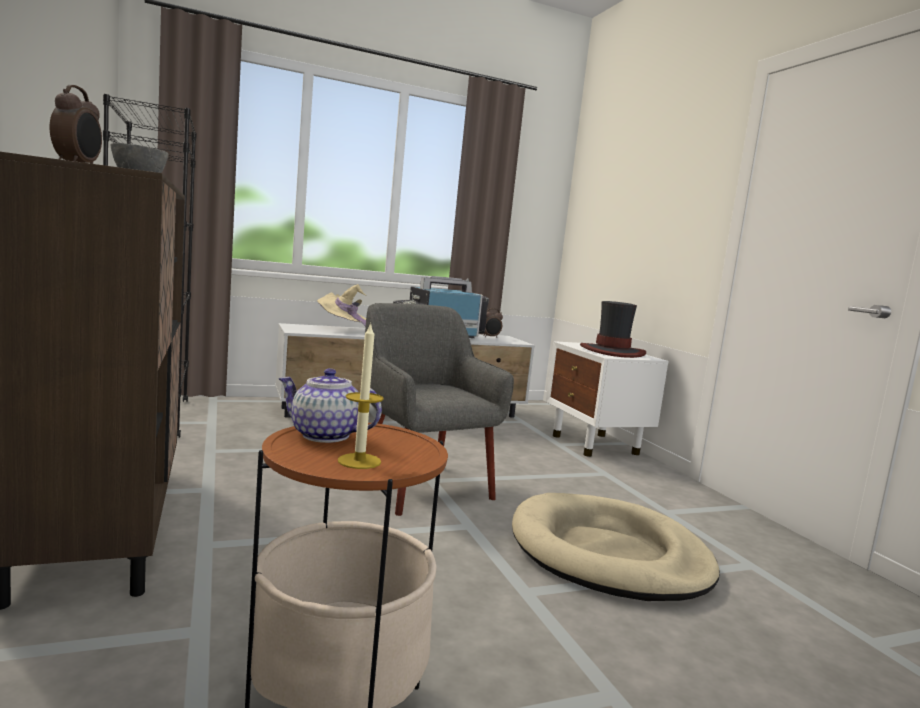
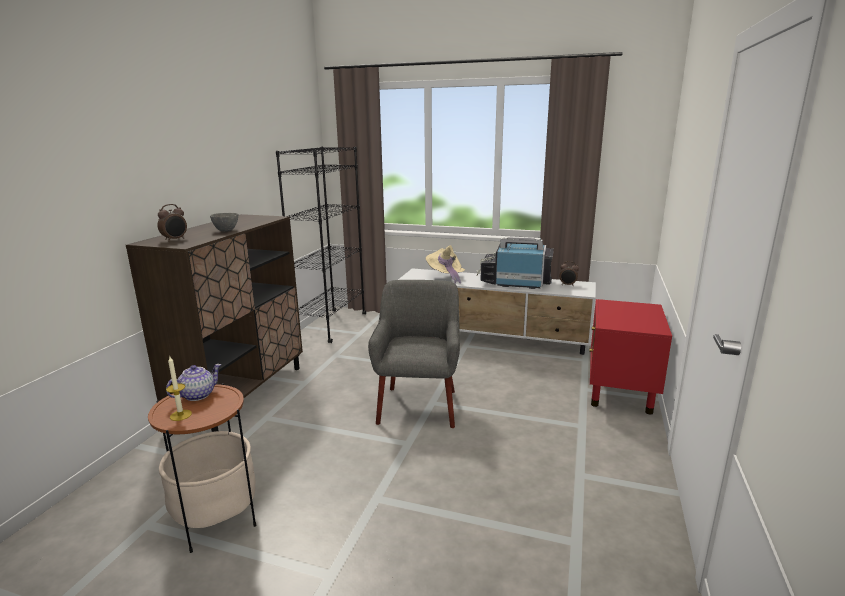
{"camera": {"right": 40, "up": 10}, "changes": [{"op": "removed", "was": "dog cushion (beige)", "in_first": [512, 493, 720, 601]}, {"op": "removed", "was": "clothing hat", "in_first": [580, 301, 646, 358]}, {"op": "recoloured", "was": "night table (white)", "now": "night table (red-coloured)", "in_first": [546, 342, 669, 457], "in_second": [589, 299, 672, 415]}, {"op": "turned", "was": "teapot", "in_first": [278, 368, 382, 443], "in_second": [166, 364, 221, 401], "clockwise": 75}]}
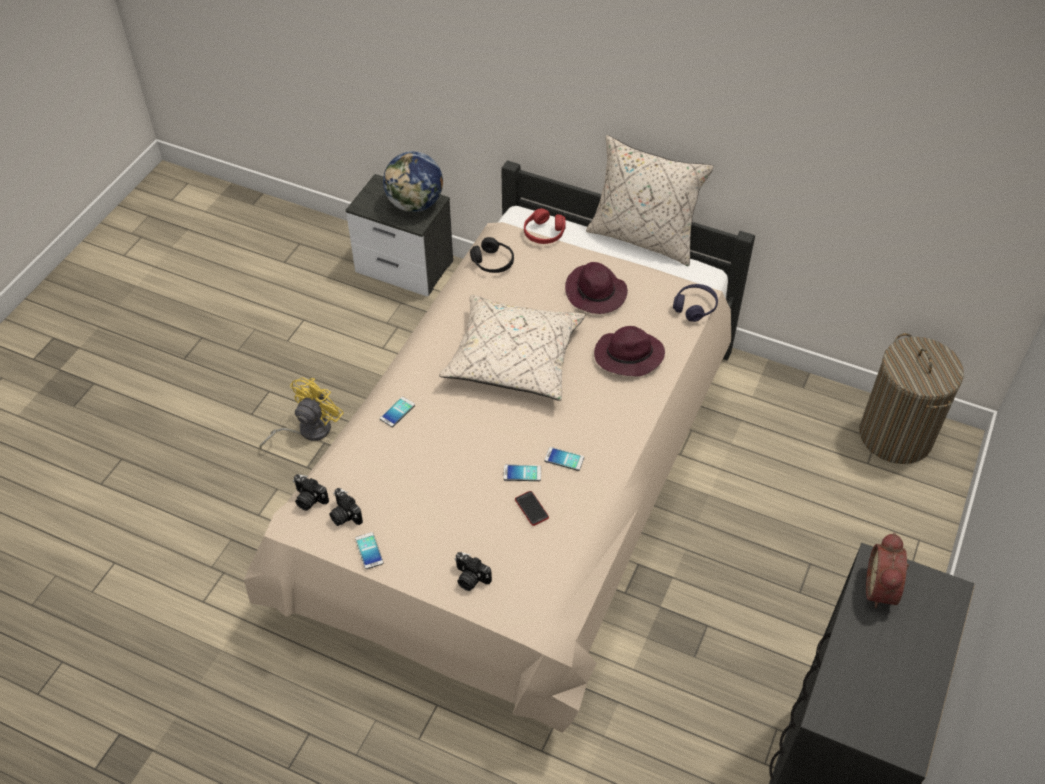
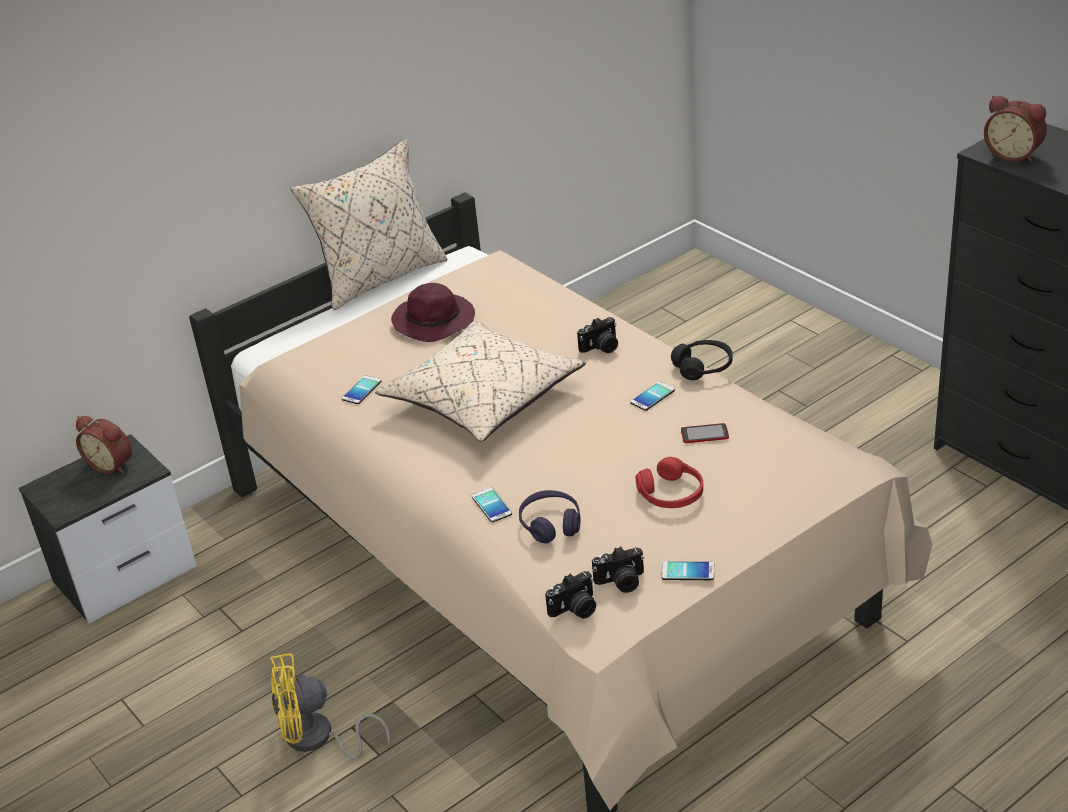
{"camera": {"right": -60, "up": -15}, "changes": [{"op": "removed", "was": "clothing hat (purple-coloured)", "in_first": [594, 326, 665, 376]}, {"op": "removed", "was": "washing basket", "in_first": [859, 333, 964, 464]}, {"op": "moved", "was": "photo camera", "in_first": [455, 552, 492, 591], "in_second": [577, 317, 618, 353]}, {"op": "moved", "was": "headphones (blackish)", "in_first": [470, 237, 514, 273], "in_second": [671, 340, 733, 380]}, {"op": "moved", "was": "telephone", "in_first": [503, 465, 541, 481], "in_second": [342, 375, 381, 404]}, {"op": "moved", "was": "headphones (red-coloured)", "in_first": [524, 208, 566, 244], "in_second": [636, 457, 703, 508]}, {"op": "moved", "was": "headphones (purple-coloured)", "in_first": [673, 284, 718, 322], "in_second": [519, 490, 581, 544]}, {"op": "replaced", "was": "desk globe", "now": "bedside clock", "in_first": [383, 151, 443, 212], "in_second": [76, 416, 132, 474]}, {"op": "turned", "was": "cooling fan (yellow-coloured)", "in_first": [259, 377, 343, 449], "in_second": [270, 653, 390, 760], "clockwise": -75}]}
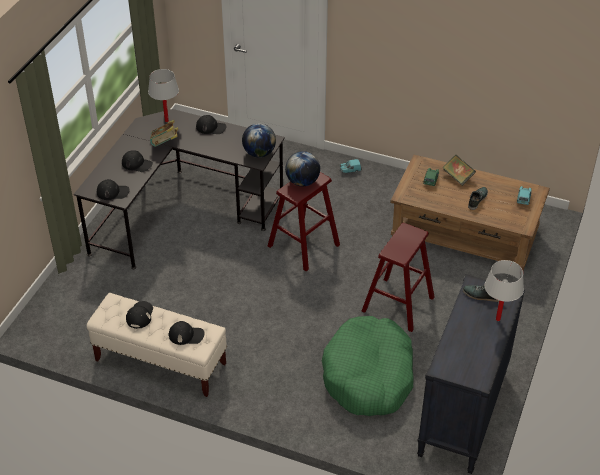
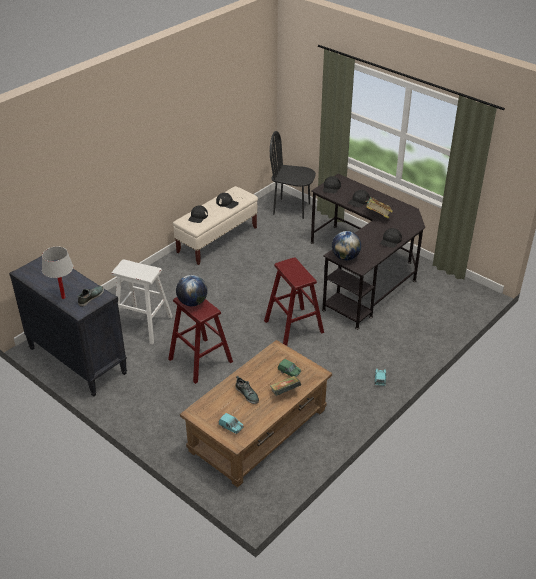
{"camera": {"right": 110, "up": -5}, "changes": [{"op": "removed", "was": "tabletop lamp (white)", "in_first": [148, 69, 179, 122]}, {"op": "added", "now": "upright chair (blackish)", "in_second": [270, 131, 316, 219]}, {"op": "moved", "was": "desk globe", "in_first": [285, 151, 320, 186], "in_second": [176, 275, 208, 306]}, {"op": "replaced", "was": "dog cushion (green)", "now": "stool (white)", "in_first": [322, 316, 413, 416], "in_second": [111, 259, 173, 345]}]}
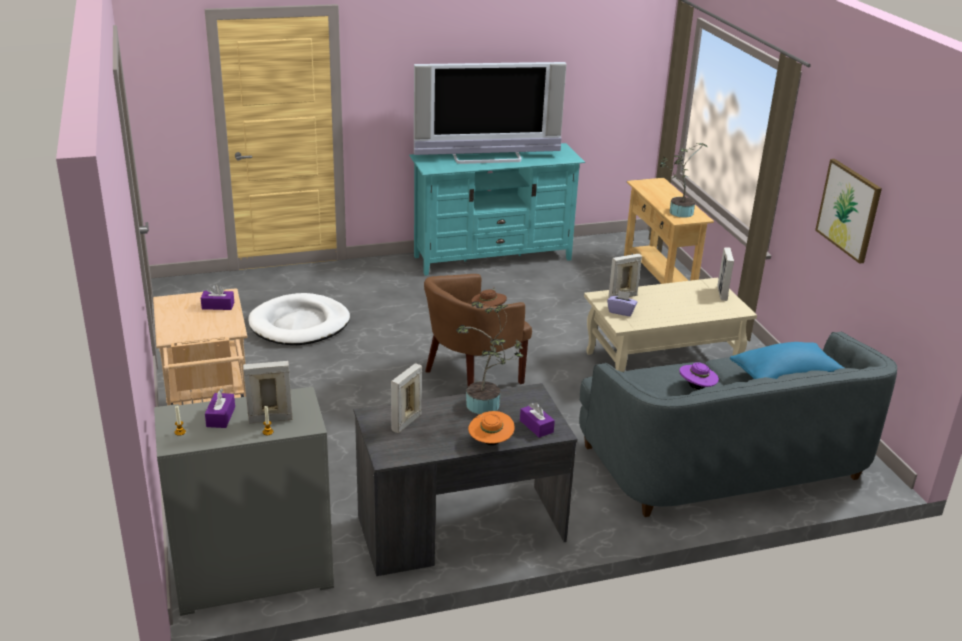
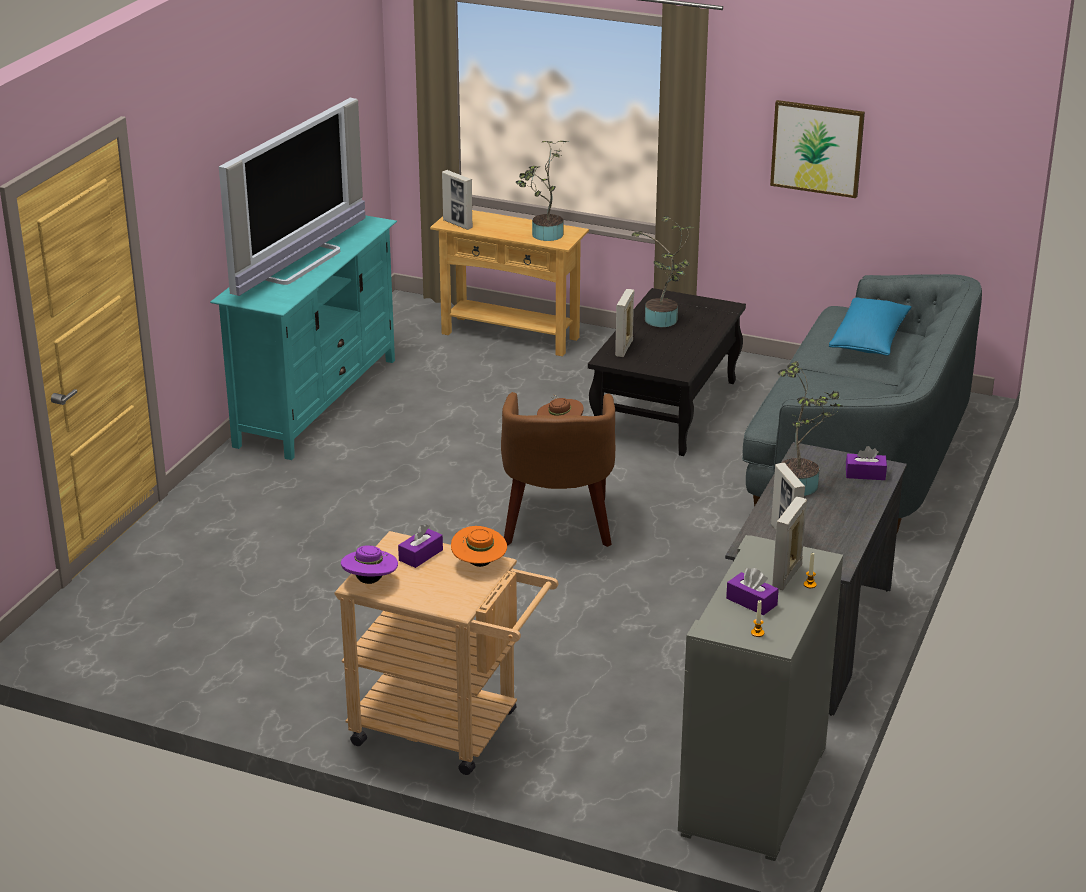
{"camera": {"right": -50, "up": 0}, "changes": [{"op": "removed", "was": "dog cushion (white)", "in_first": [248, 293, 350, 345]}, {"op": "removed", "was": "tissue box (purple-coloured)", "in_first": [607, 291, 637, 316]}, {"op": "added", "now": "plant in a pot", "in_second": [632, 216, 693, 327]}, {"op": "moved", "was": "clothing hat (orangey)", "in_first": [468, 411, 515, 445], "in_second": [451, 526, 507, 567]}, {"op": "moved", "was": "clothing hat (purple-coloured)", "in_first": [679, 362, 719, 390], "in_second": [341, 545, 398, 584]}, {"op": "moved", "was": "picture frame", "in_first": [717, 247, 734, 301], "in_second": [442, 170, 473, 230]}, {"op": "recoloured", "was": "coffee table (beige)", "now": "coffee table (blackish)", "in_first": [584, 278, 757, 372], "in_second": [588, 288, 746, 456]}]}
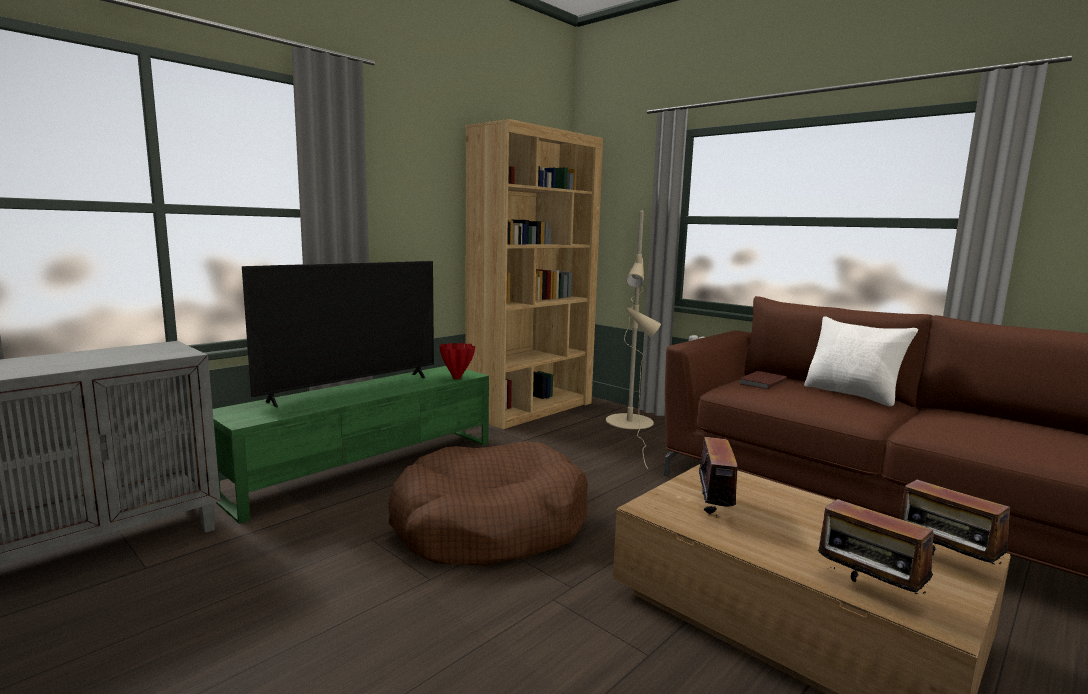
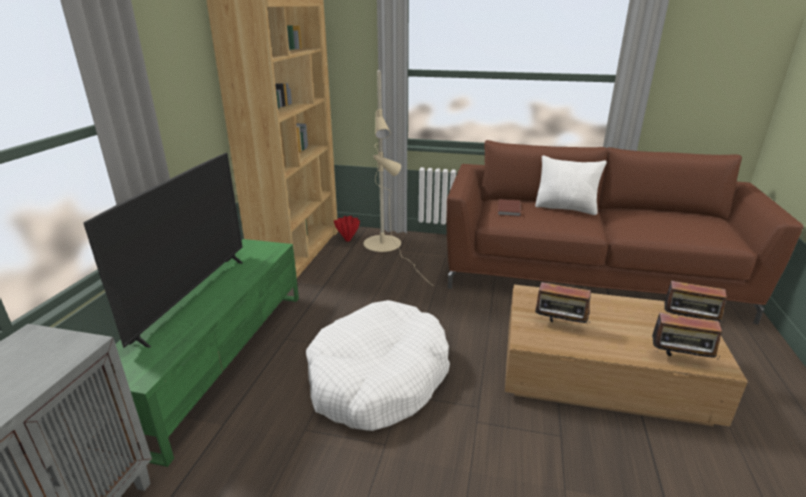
{"camera": {"right": -30, "up": 15}, "changes": [{"op": "moved", "was": "decorative vase (red-coloured)", "in_first": [440, 343, 475, 379], "in_second": [334, 216, 360, 242]}, {"op": "recoloured", "was": "dog cushion (brownish)", "now": "dog cushion (white)", "in_first": [388, 441, 588, 566], "in_second": [306, 300, 450, 431]}, {"op": "turned", "was": "radio receiver", "in_first": [691, 437, 737, 518], "in_second": [535, 282, 591, 323], "clockwise": 135}]}
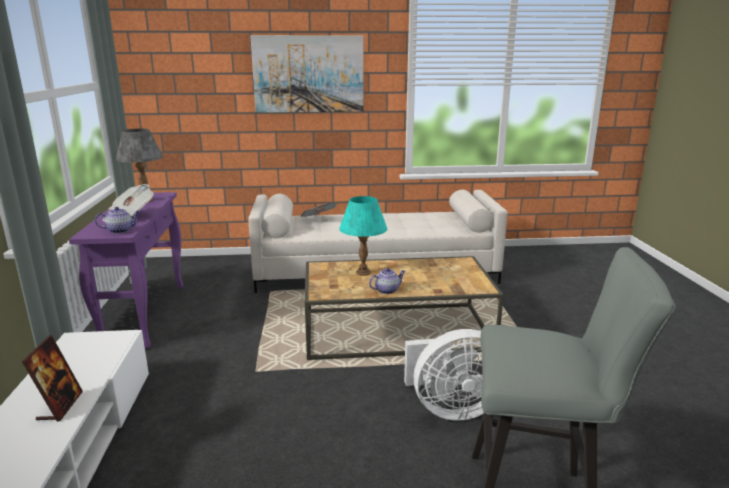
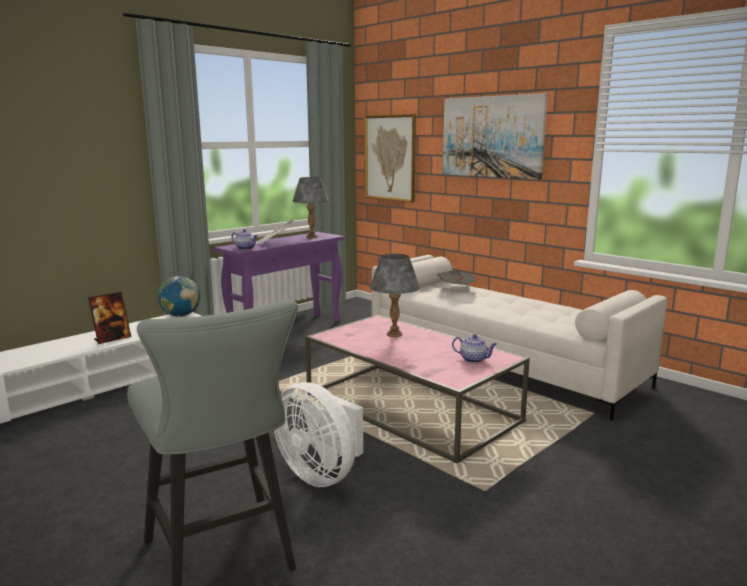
{"camera": {"right": 50, "up": -5}, "changes": [{"op": "added", "now": "desk globe", "in_second": [158, 276, 200, 317]}, {"op": "added", "now": "picture", "in_second": [364, 114, 416, 203]}, {"op": "moved", "was": "teapot", "in_first": [369, 268, 405, 294], "in_second": [452, 334, 497, 363]}, {"op": "recoloured", "was": "coffee table (brownish)", "now": "coffee table (pink)", "in_first": [305, 256, 504, 360], "in_second": [305, 315, 530, 464]}, {"op": "recoloured", "was": "tabletop lamp (turquoise-coloured)", "now": "tabletop lamp (gray)", "in_first": [339, 196, 387, 276], "in_second": [370, 254, 420, 337]}]}
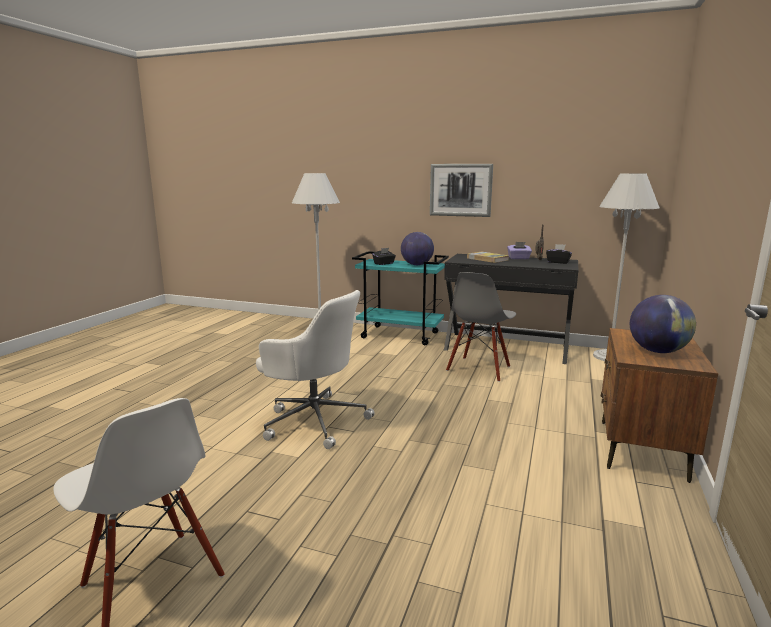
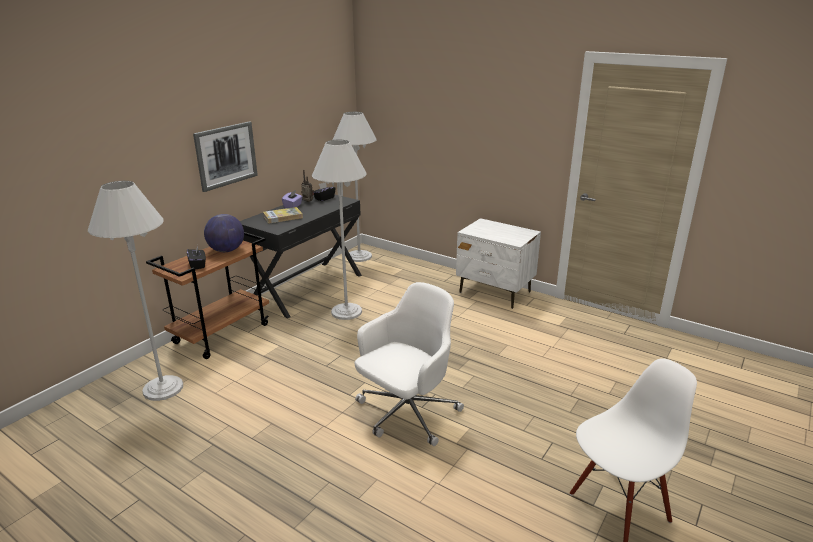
{"camera": {"right": -75, "up": 10}, "changes": [{"op": "removed", "was": "desk globe", "in_first": [630, 295, 696, 353]}, {"op": "replaced", "was": "upright chair (gray)", "now": "standing lamp (white)", "in_first": [446, 272, 516, 382], "in_second": [312, 140, 367, 320]}, {"op": "recoloured", "was": "wheeled cart (turquoise-coloured)", "now": "wheeled cart (brownish)", "in_first": [352, 251, 449, 345], "in_second": [146, 232, 269, 359]}, {"op": "recoloured", "was": "night table (brownish)", "now": "night table (white)", "in_first": [601, 328, 718, 483], "in_second": [456, 218, 541, 309]}]}
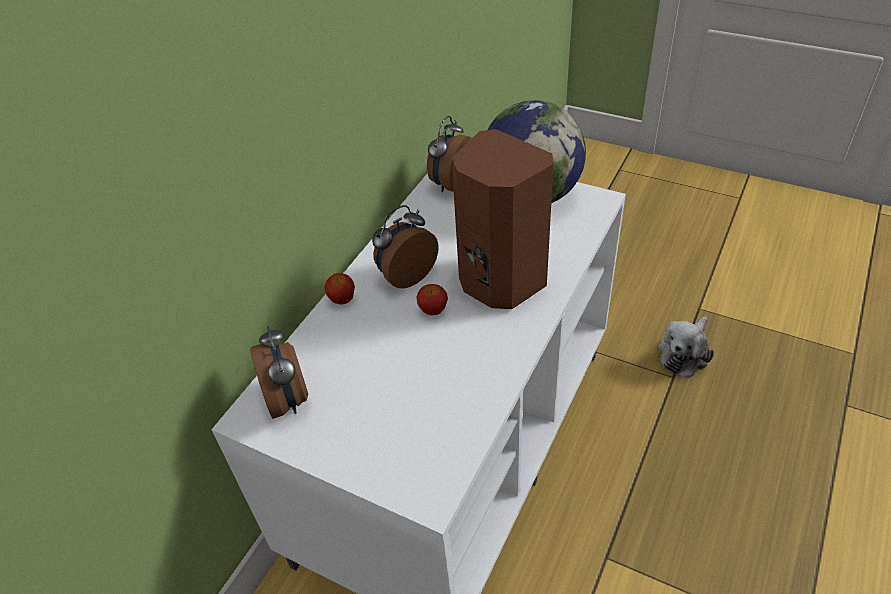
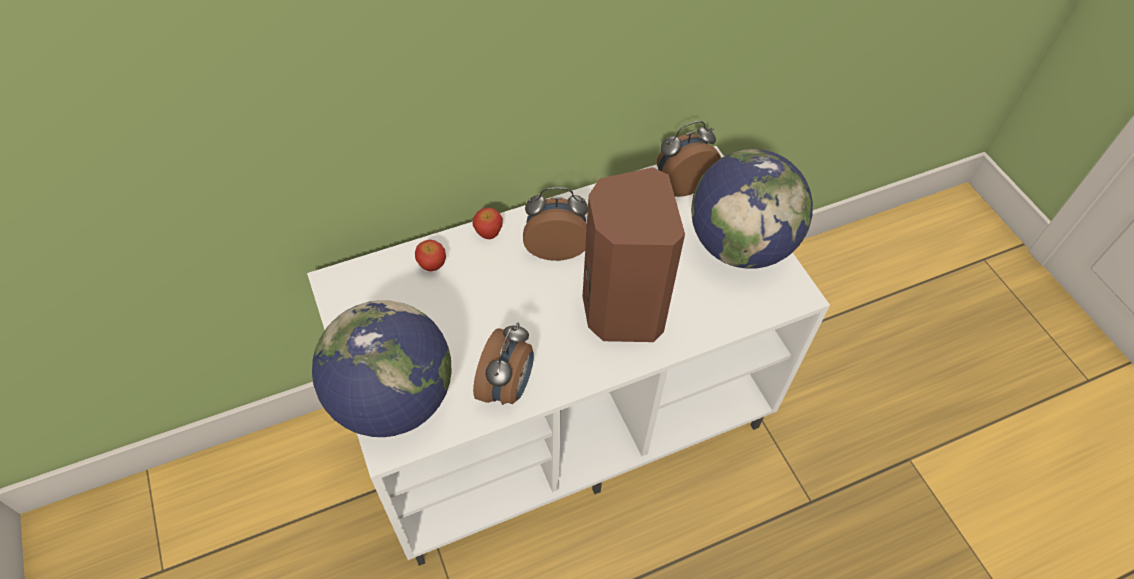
{"camera": {"right": 35, "up": 10}, "changes": [{"op": "removed", "was": "cuddly toy", "in_first": [658, 316, 714, 378]}, {"op": "added", "now": "desk globe", "in_second": [312, 300, 451, 437]}, {"op": "moved", "was": "bedside clock", "in_first": [250, 326, 308, 419], "in_second": [473, 323, 534, 405]}, {"op": "moved", "was": "apple", "in_first": [417, 284, 448, 316], "in_second": [415, 240, 446, 271]}]}
